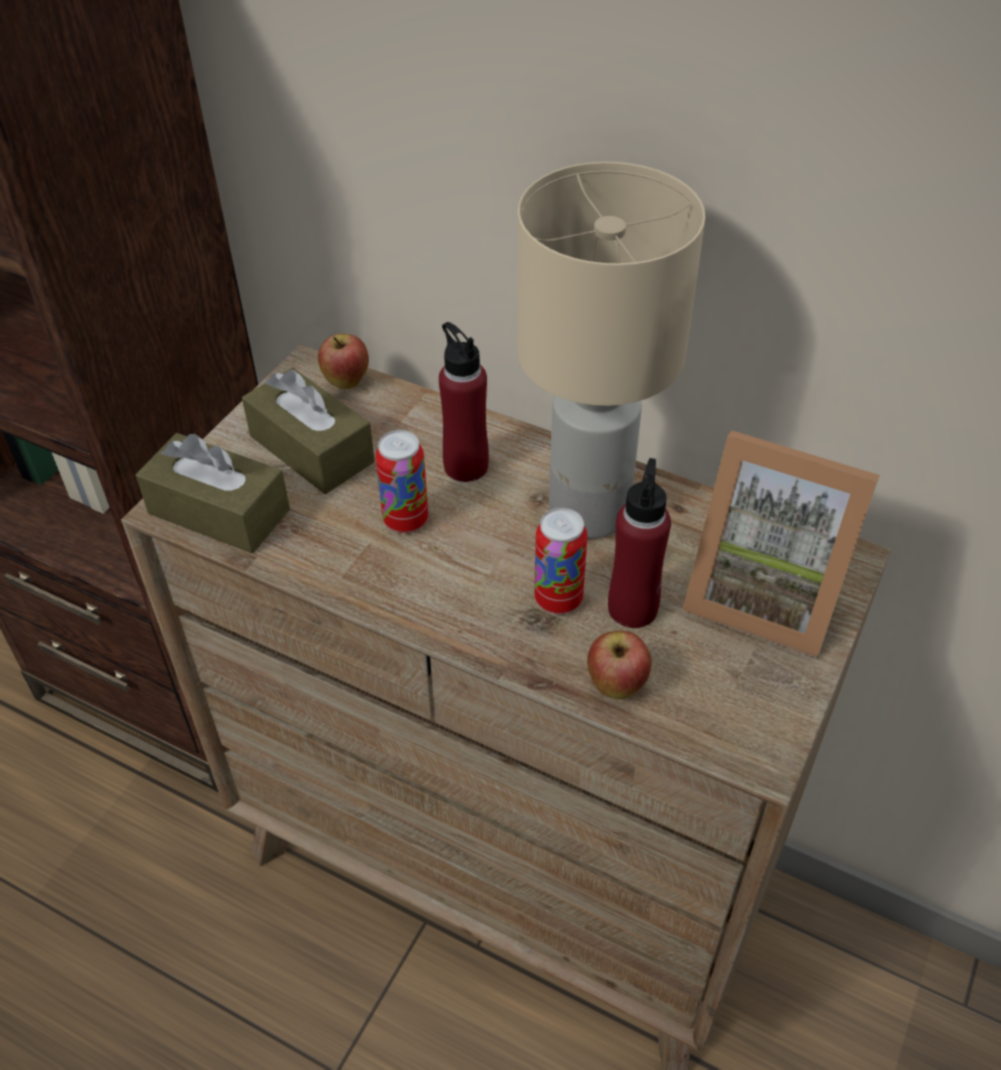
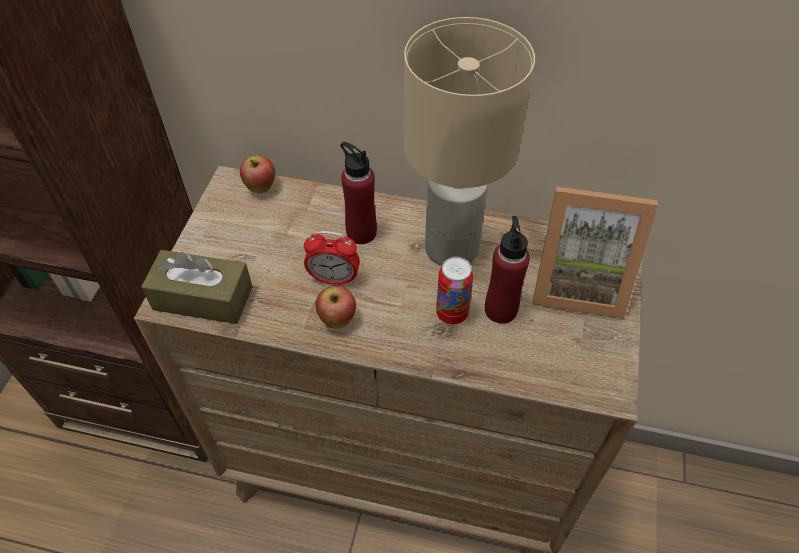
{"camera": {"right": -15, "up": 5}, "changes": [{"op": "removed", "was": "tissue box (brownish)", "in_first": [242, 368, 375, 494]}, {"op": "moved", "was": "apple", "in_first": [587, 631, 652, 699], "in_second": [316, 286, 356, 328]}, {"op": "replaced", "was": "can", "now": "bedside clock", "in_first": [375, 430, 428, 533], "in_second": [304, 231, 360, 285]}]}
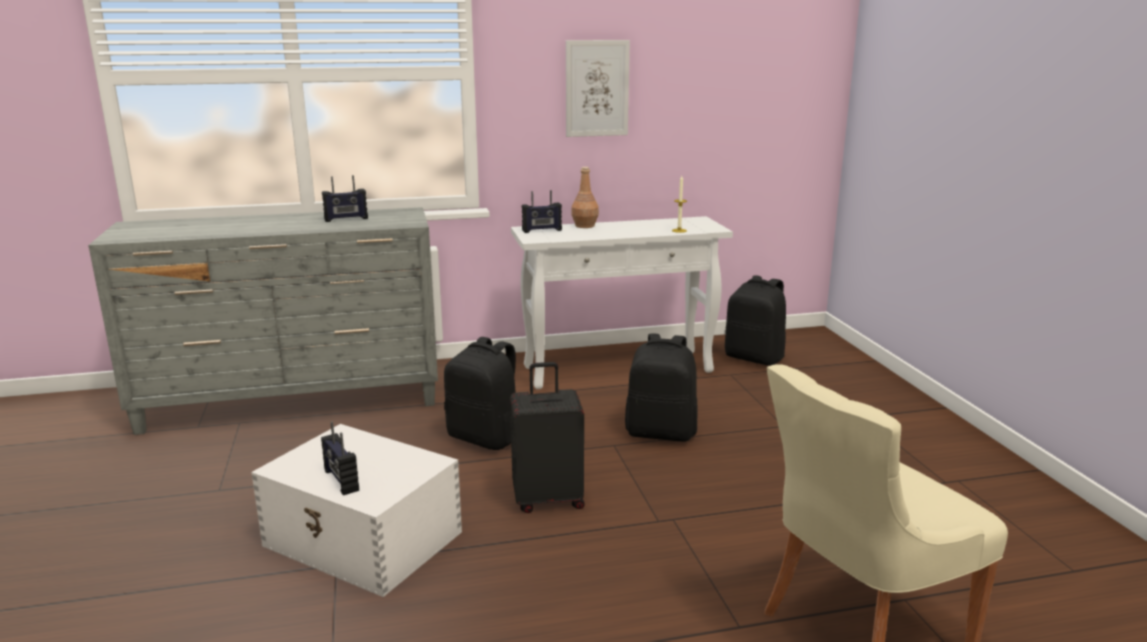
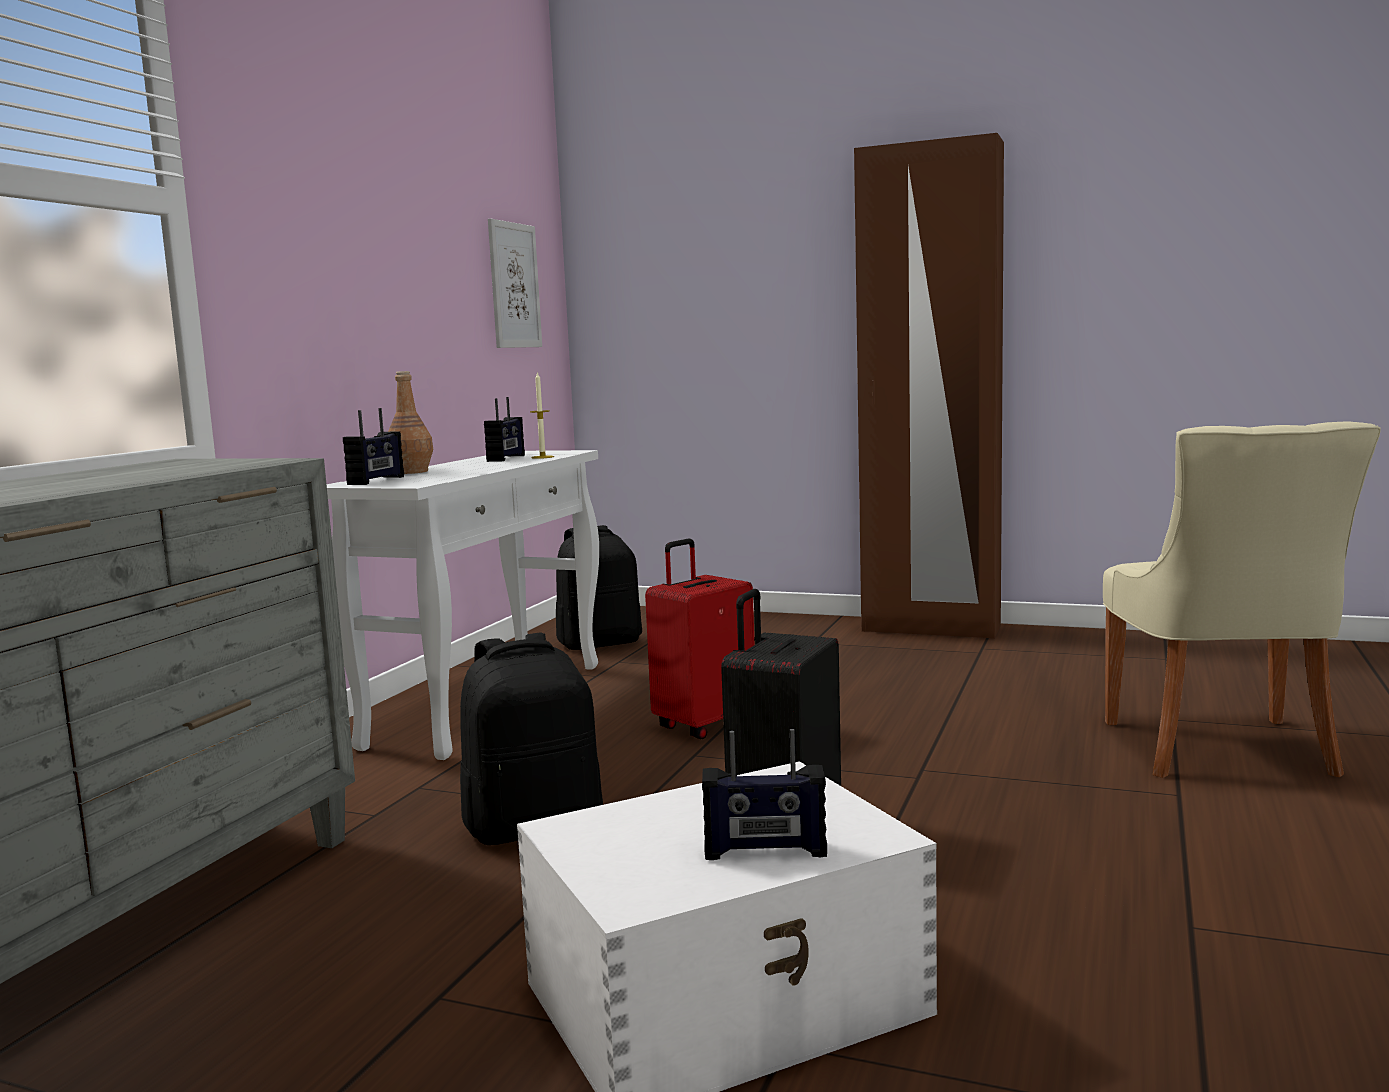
{"camera": {"right": -55, "up": -10}, "changes": [{"op": "added", "now": "wardrobe (brownish)", "in_second": [854, 133, 1004, 639]}, {"op": "moved", "was": "radio receiver", "in_first": [322, 175, 368, 222], "in_second": [484, 397, 525, 462]}, {"op": "moved", "was": "picture", "in_first": [566, 40, 630, 137], "in_second": [488, 219, 542, 348]}, {"op": "replaced", "was": "knapsack (blackish)", "now": "travel case (red-coloured)", "in_first": [625, 334, 698, 442], "in_second": [645, 539, 755, 739]}]}
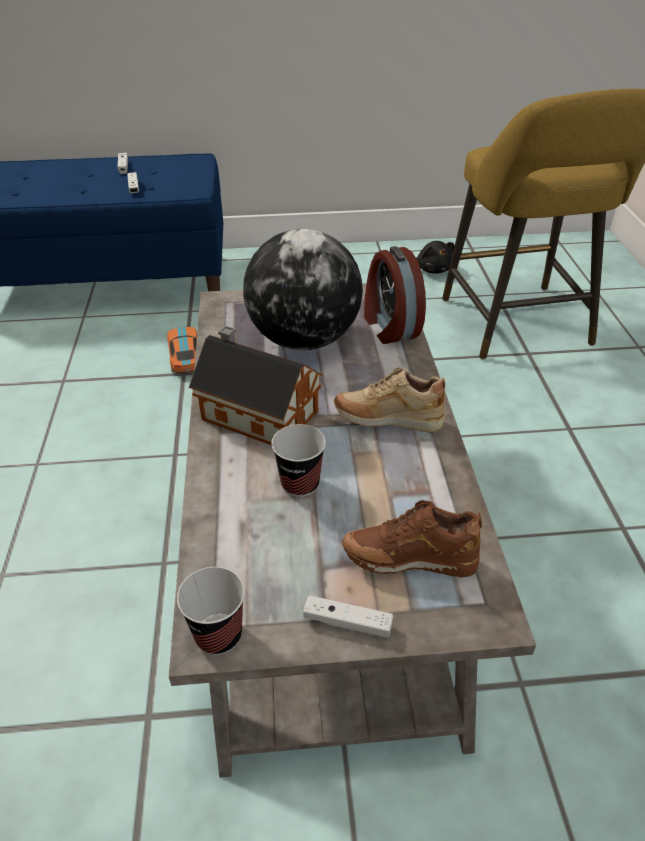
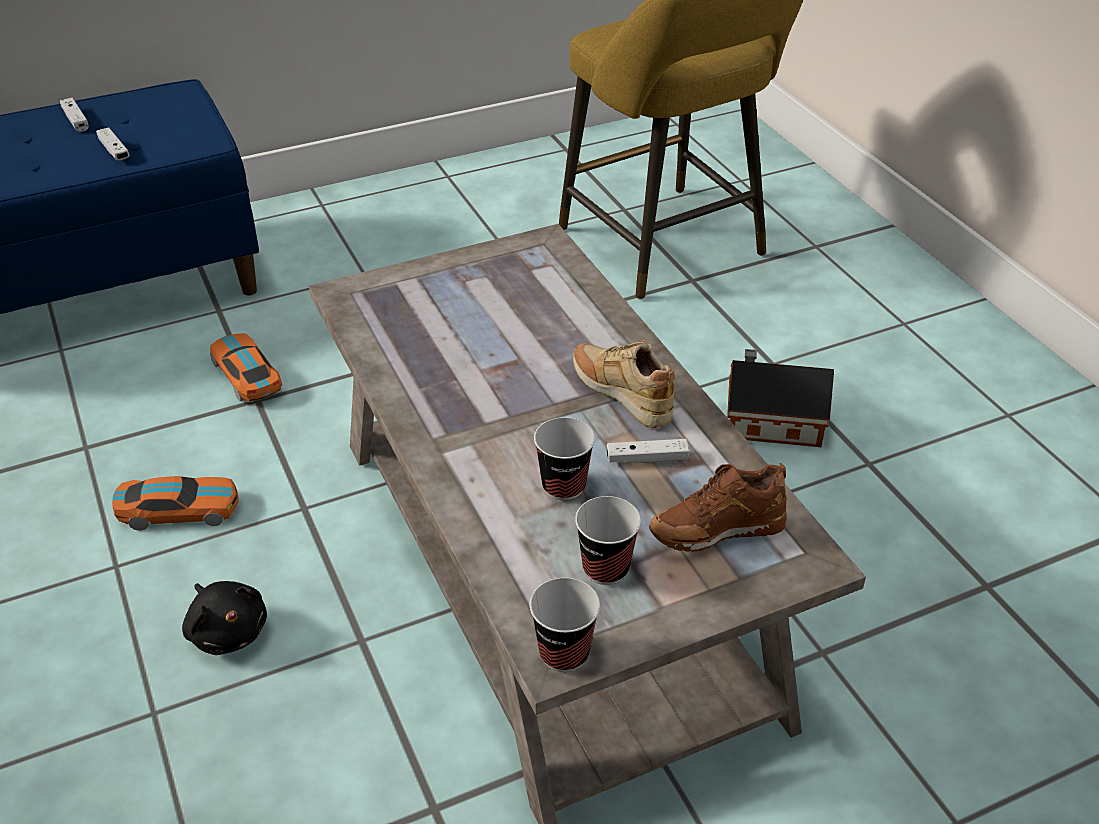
{"camera": {"right": -20, "up": 0}, "changes": [{"op": "removed", "was": "desk globe", "in_first": [243, 229, 363, 351]}, {"op": "removed", "was": "bedside clock", "in_first": [364, 246, 426, 344]}, {"op": "added", "now": "model car", "in_second": [112, 476, 239, 531]}, {"op": "added", "now": "drinking cup", "in_second": [575, 496, 641, 585]}, {"op": "moved", "was": "model house", "in_first": [189, 326, 323, 445], "in_second": [727, 349, 834, 447]}, {"op": "moved", "was": "joypad (white)", "in_first": [303, 595, 393, 638], "in_second": [606, 439, 690, 463]}, {"op": "moved", "was": "cuddly toy (blackish)", "in_first": [416, 241, 455, 274], "in_second": [182, 581, 267, 655]}, {"op": "turned", "was": "low shoe (beige)", "in_first": [334, 367, 445, 432], "in_second": [573, 340, 674, 428], "clockwise": 60}]}
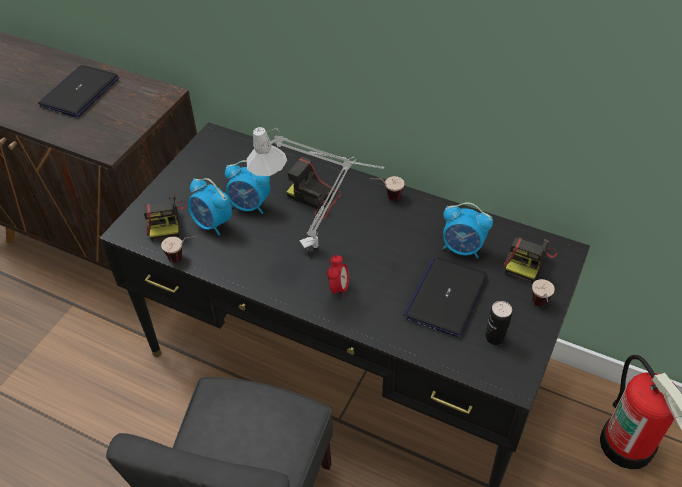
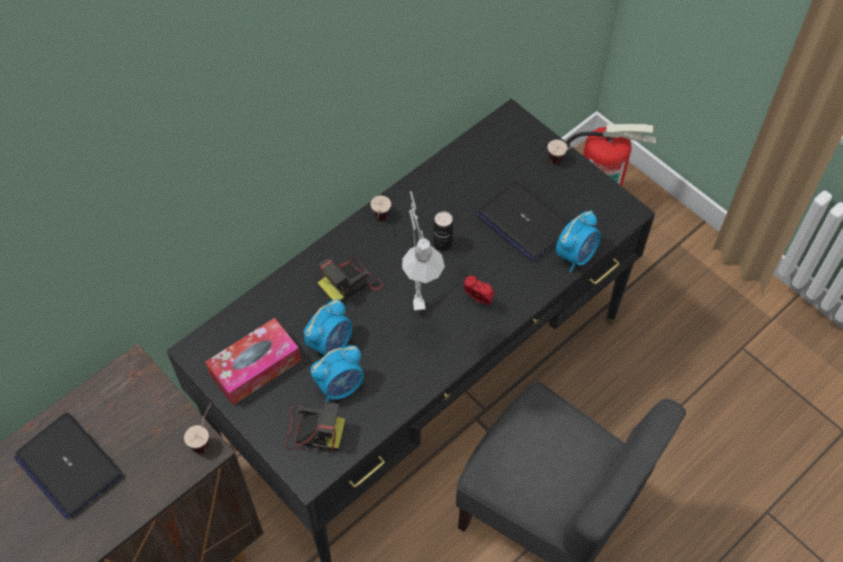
{"camera": {"right": -70, "up": 10}, "changes": [{"op": "removed", "was": "photo camera", "in_first": [504, 237, 557, 283]}, {"op": "added", "now": "tissue box", "in_second": [205, 318, 301, 405]}, {"op": "moved", "was": "drinking cup", "in_first": [161, 236, 197, 263], "in_second": [184, 403, 212, 453]}, {"op": "moved", "was": "bedside clock", "in_first": [442, 202, 493, 259], "in_second": [556, 210, 600, 272]}, {"op": "moved", "was": "can", "in_first": [485, 301, 512, 345], "in_second": [433, 211, 453, 251]}]}
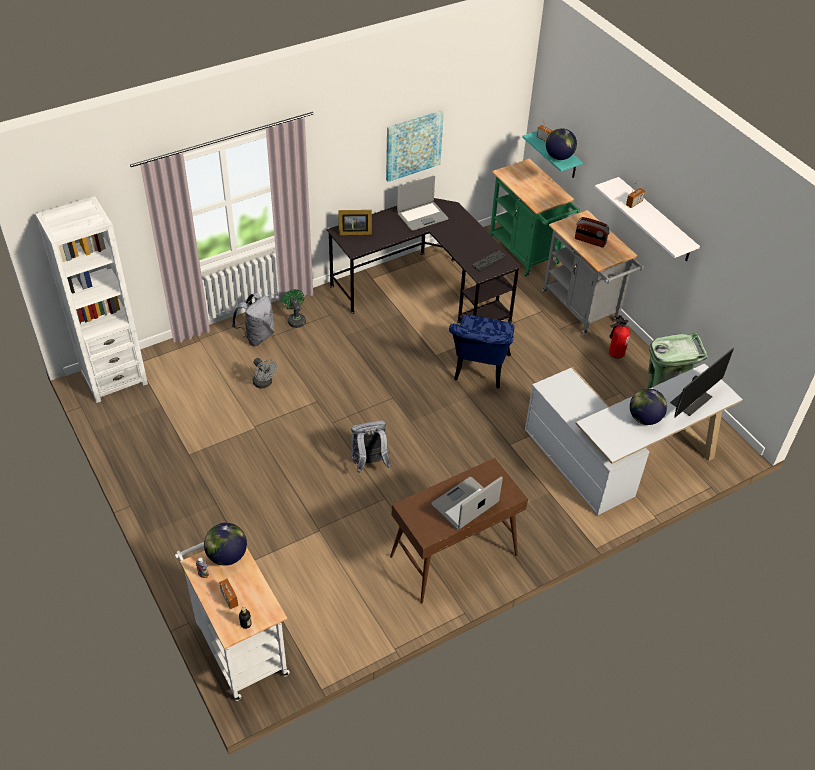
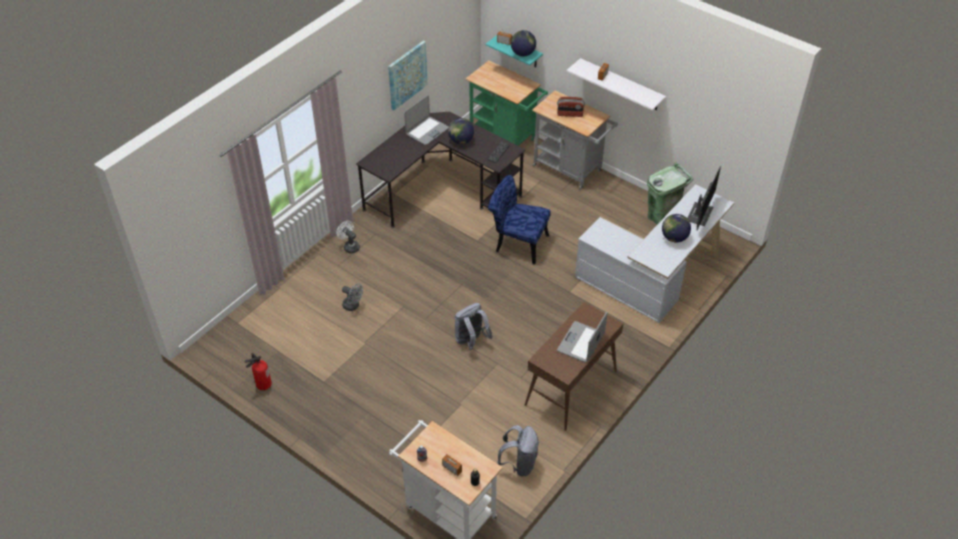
{"camera": {"right": -20, "up": 0}, "changes": [{"op": "removed", "was": "bookshelf (white)", "in_first": [35, 196, 148, 403]}, {"op": "removed", "was": "picture frame", "in_first": [338, 210, 372, 235]}, {"op": "moved", "was": "desk globe", "in_first": [204, 523, 247, 566], "in_second": [448, 118, 474, 144]}, {"op": "moved", "was": "knapsack (gray)", "in_first": [232, 293, 275, 346], "in_second": [497, 425, 539, 477]}, {"op": "moved", "was": "fire-fighting cylinder", "in_first": [609, 315, 630, 359], "in_second": [244, 353, 272, 390]}, {"op": "recoloured", "was": "cooling fan (green)", "now": "cooling fan (white)", "in_first": [281, 289, 306, 328], "in_second": [336, 221, 360, 253]}, {"op": "turned", "was": "upright chair (blue)", "in_first": [449, 315, 514, 389], "in_second": [488, 175, 550, 264], "clockwise": 120}]}
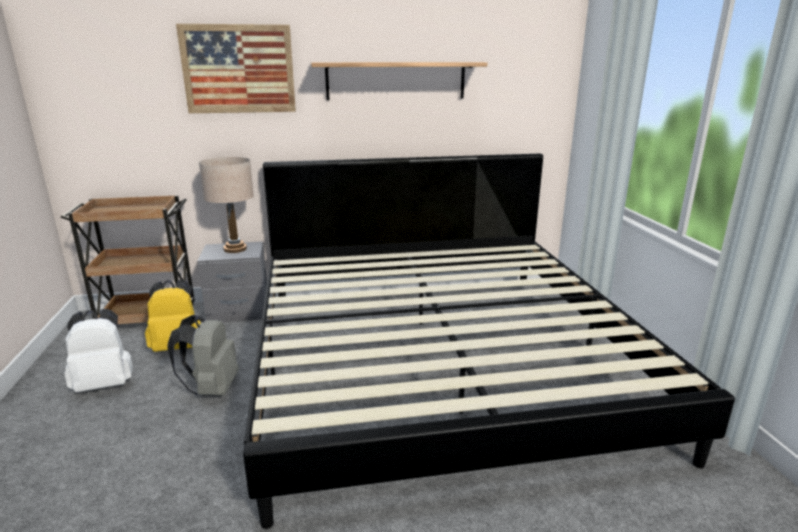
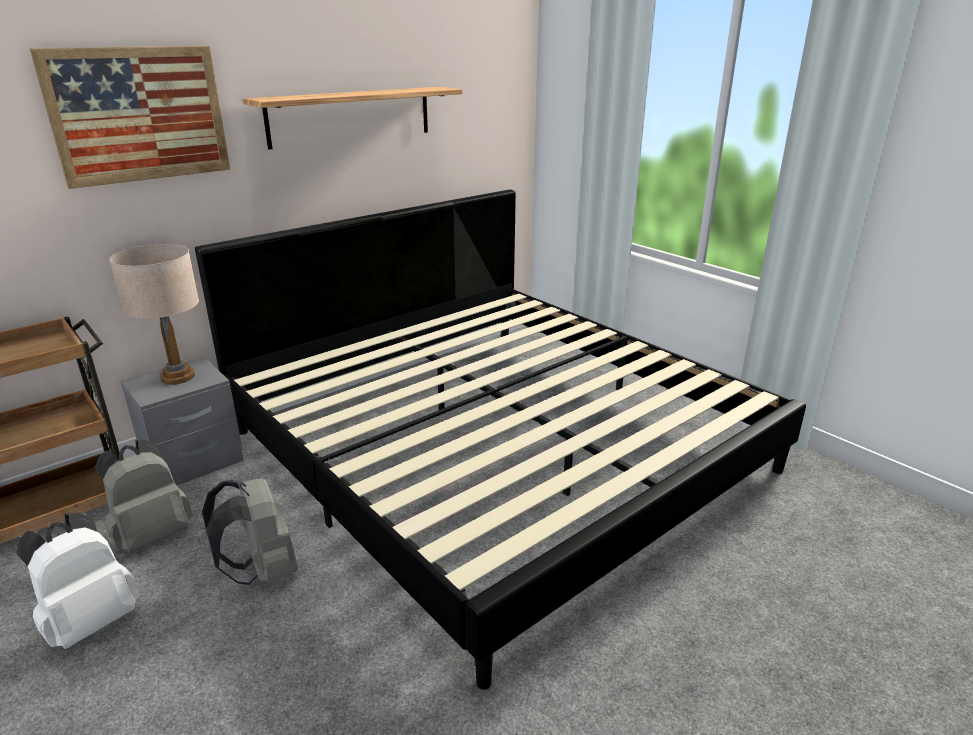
{"camera": {"right": -30, "up": 5}, "changes": [{"op": "recoloured", "was": "knapsack (yellow-coloured)", "now": "knapsack (gray)", "in_first": [145, 280, 201, 352], "in_second": [95, 440, 193, 552]}]}
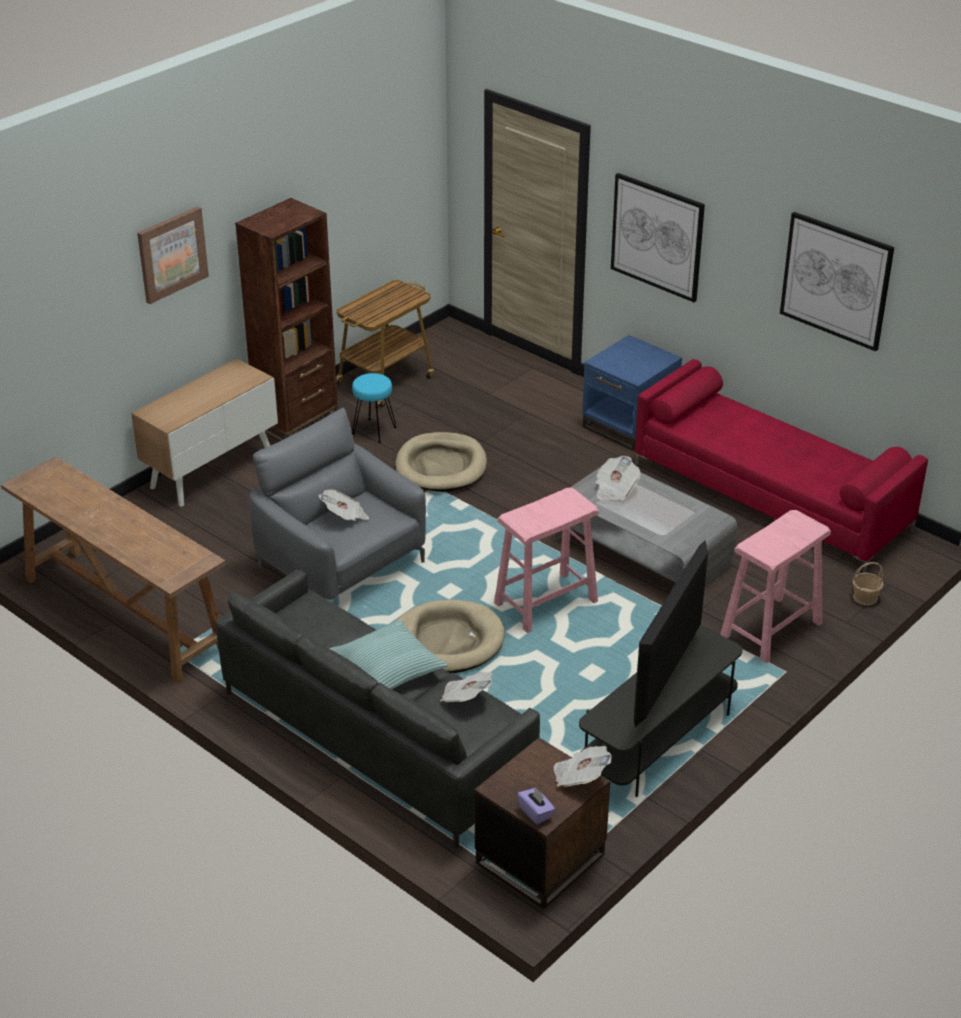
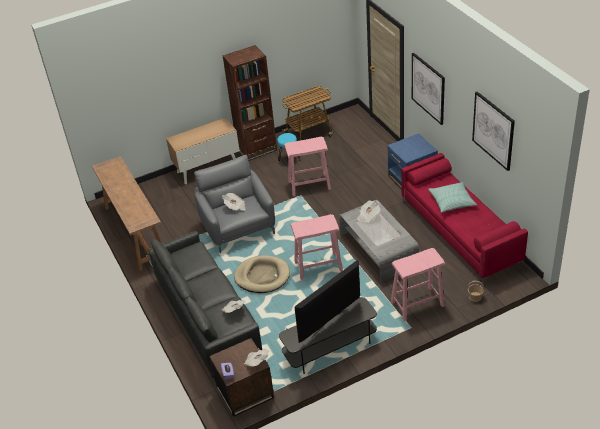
{"camera": {"right": 25, "up": 5}, "changes": [{"op": "removed", "was": "picture", "in_first": [137, 206, 209, 304]}, {"op": "moved", "was": "cushion", "in_first": [329, 620, 448, 689], "in_second": [428, 182, 477, 213]}, {"op": "replaced", "was": "dog cushion (beige)", "now": "stool (pink)", "in_first": [395, 432, 487, 492], "in_second": [284, 137, 331, 197]}]}
